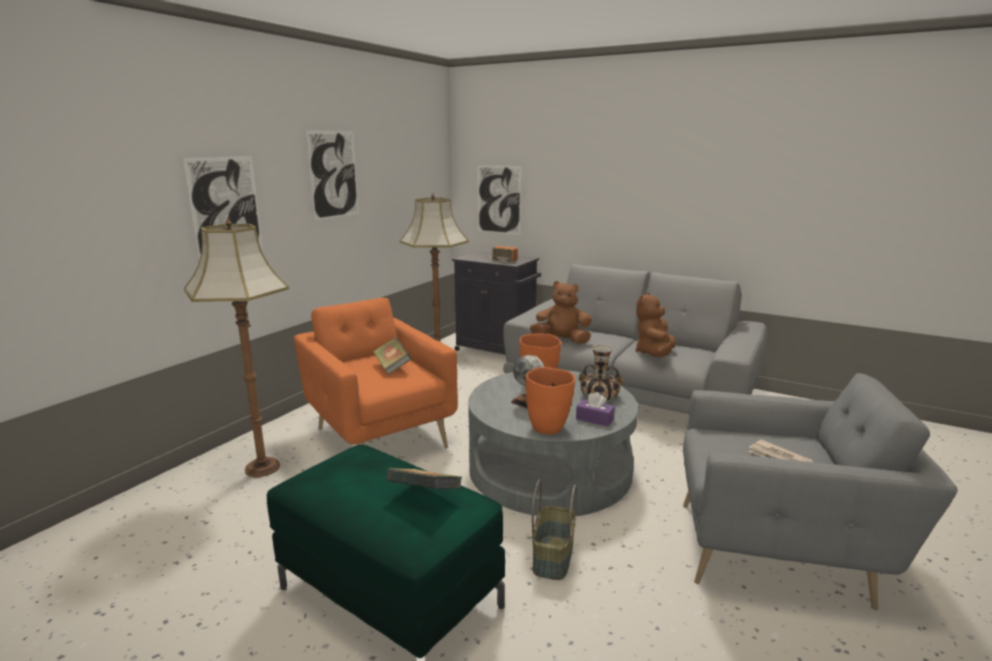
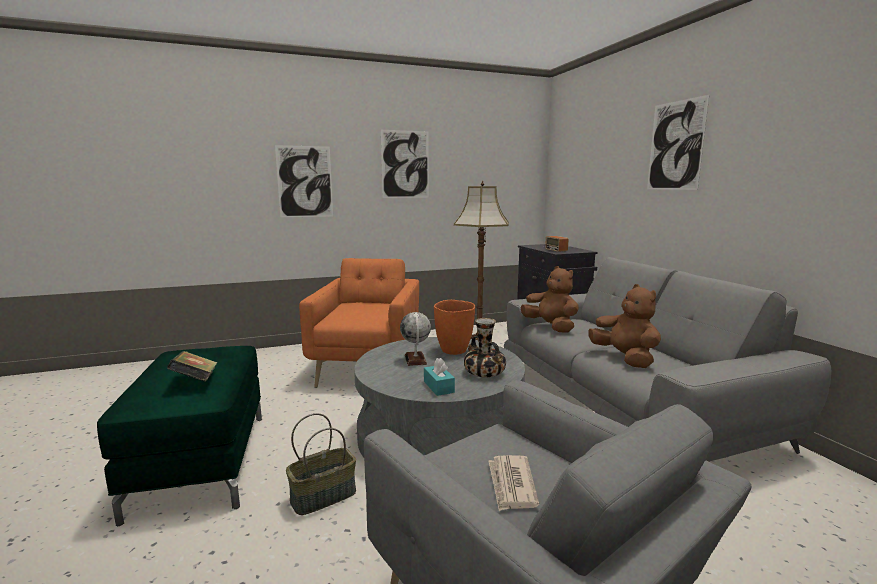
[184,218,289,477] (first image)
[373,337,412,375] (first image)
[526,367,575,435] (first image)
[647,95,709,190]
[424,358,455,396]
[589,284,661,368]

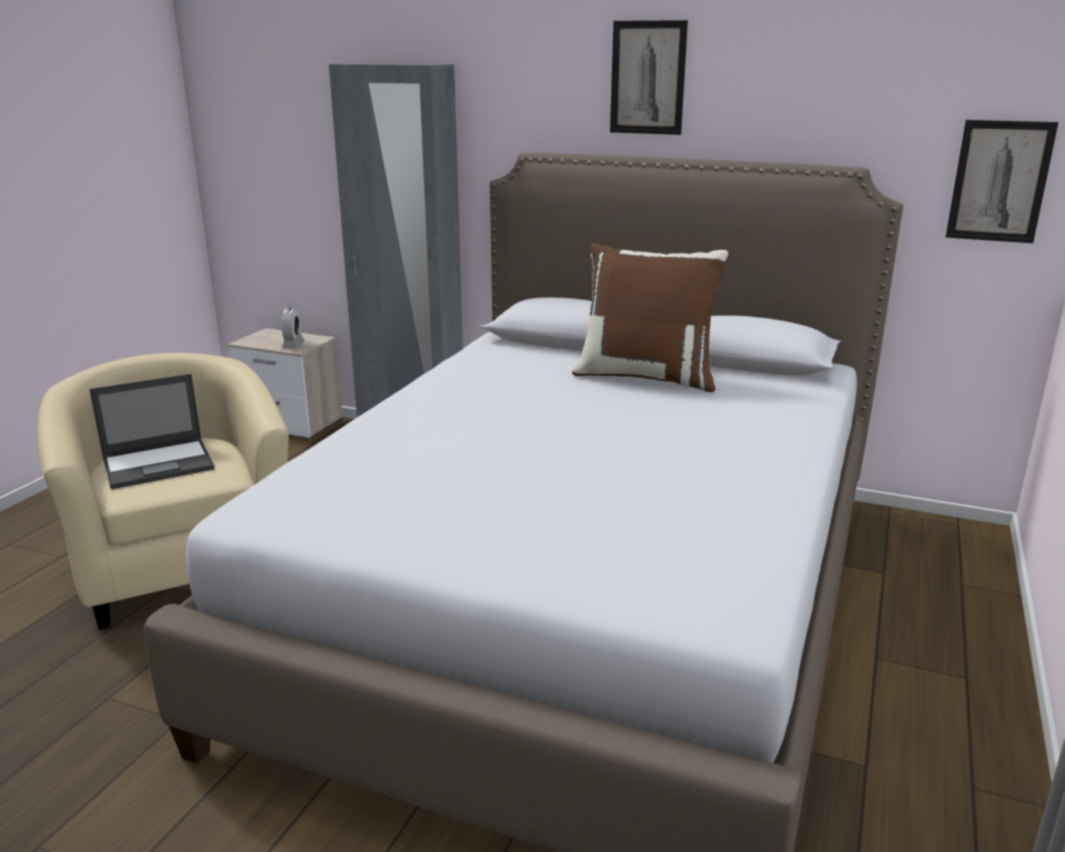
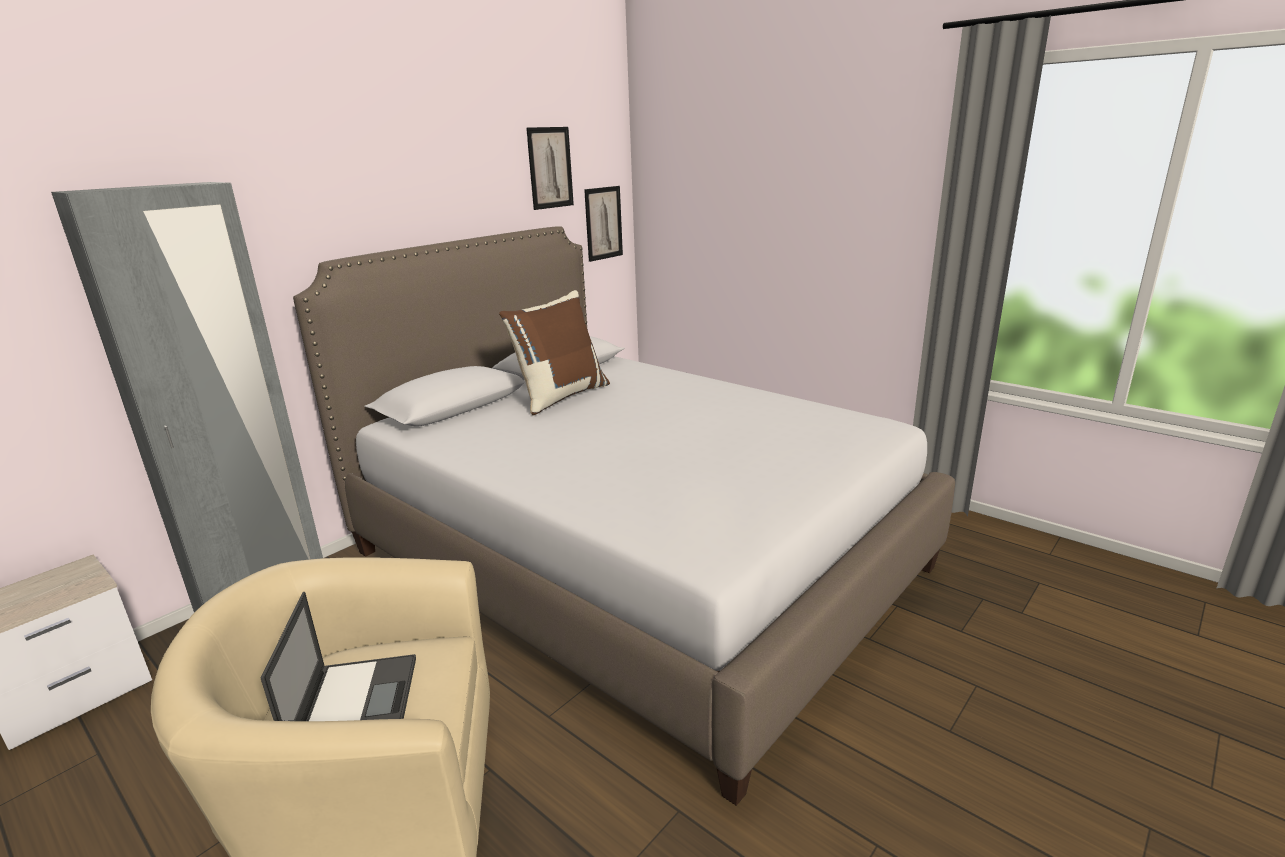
[282,308,304,348] (first image)
[526,127,574,210]

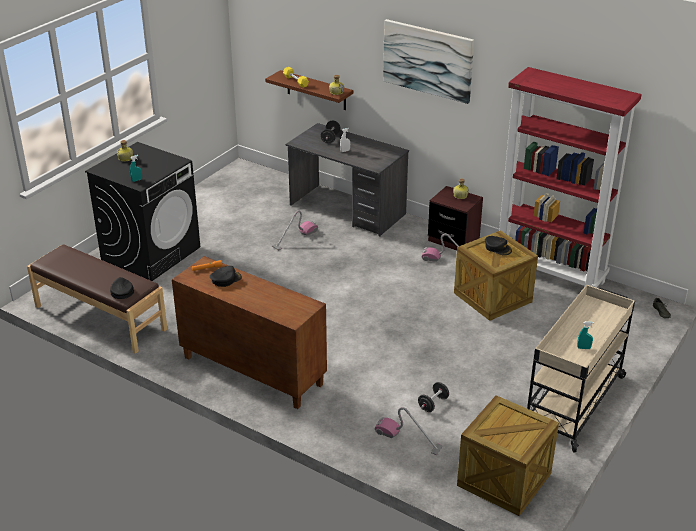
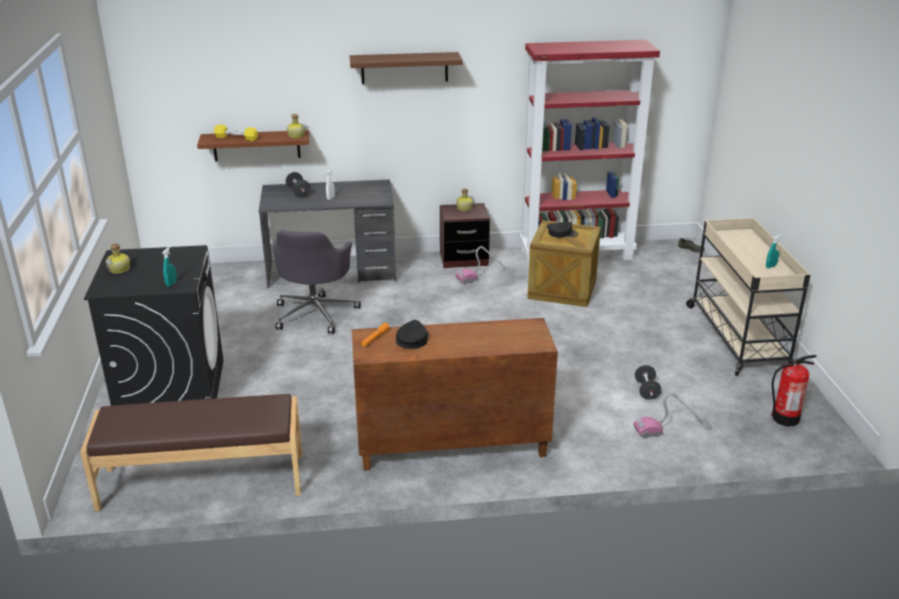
[110,277,134,299] (first image)
[272,230,361,334]
[350,52,463,84]
[771,355,817,427]

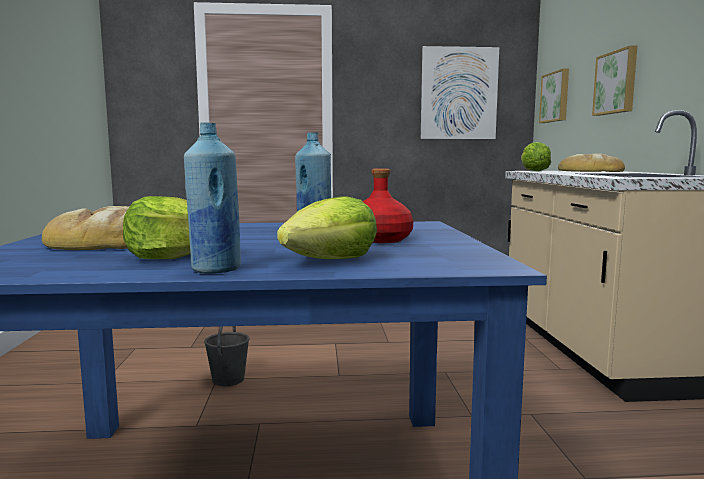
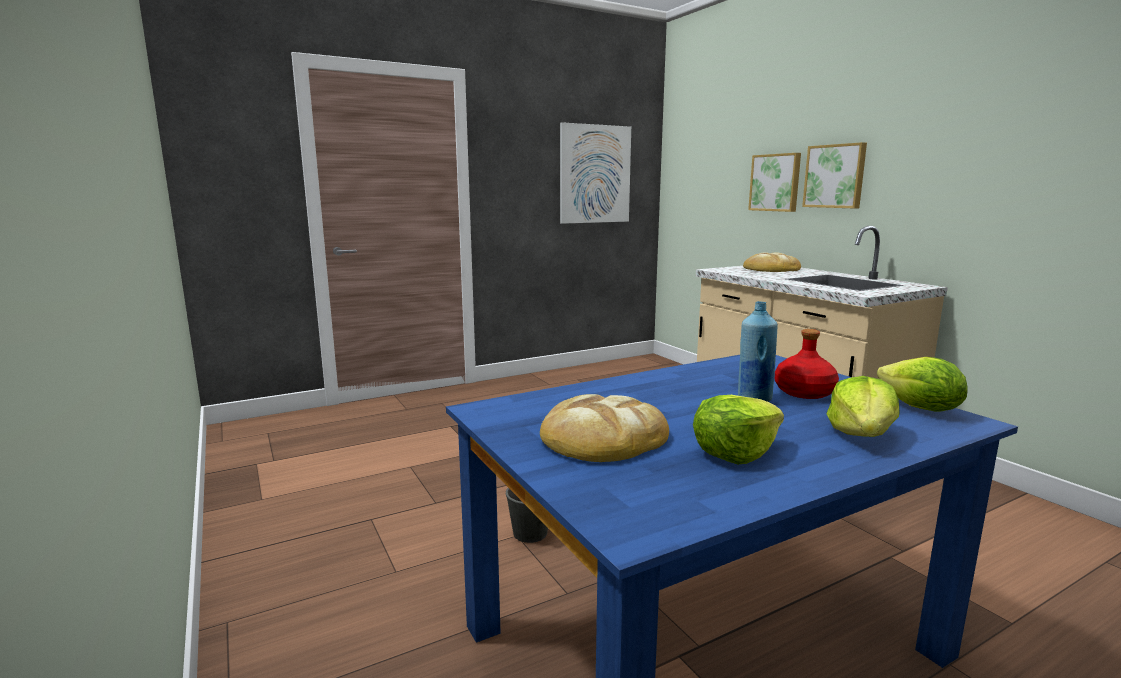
[184,122,241,274] (first image)
[877,357,968,411]
[802,142,867,208]

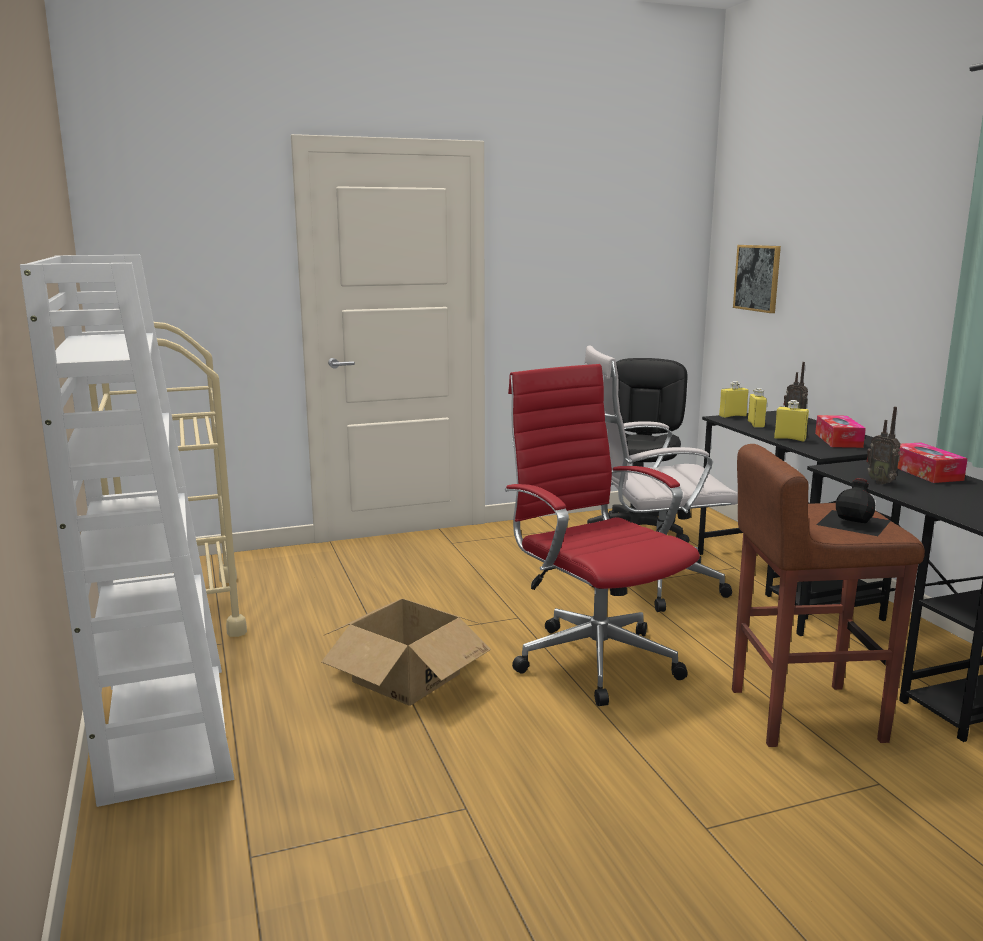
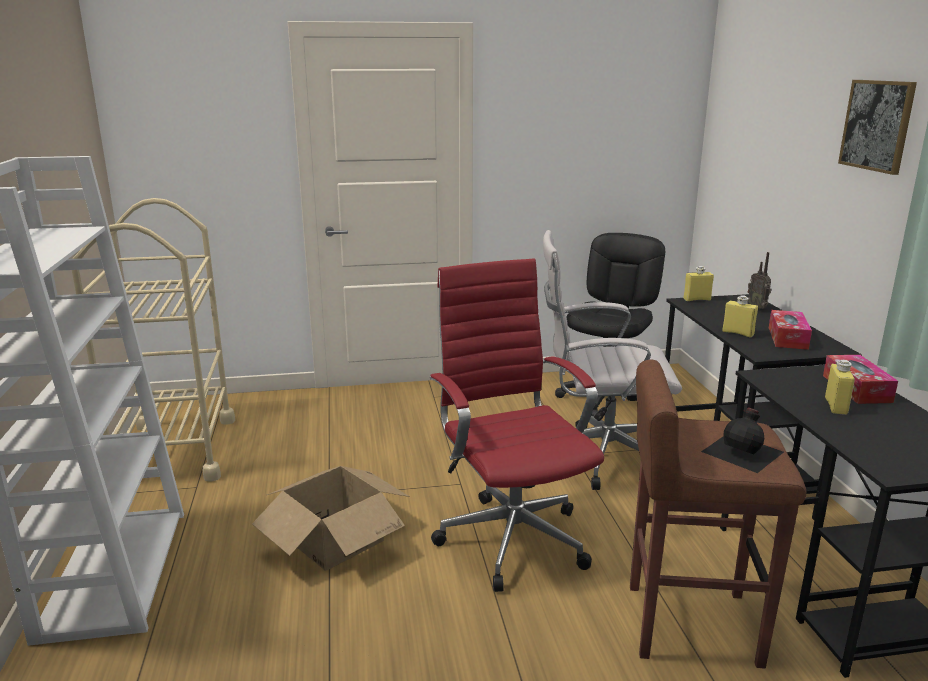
[866,407,900,484] (first image)
[838,80,917,175]
[825,360,855,415]

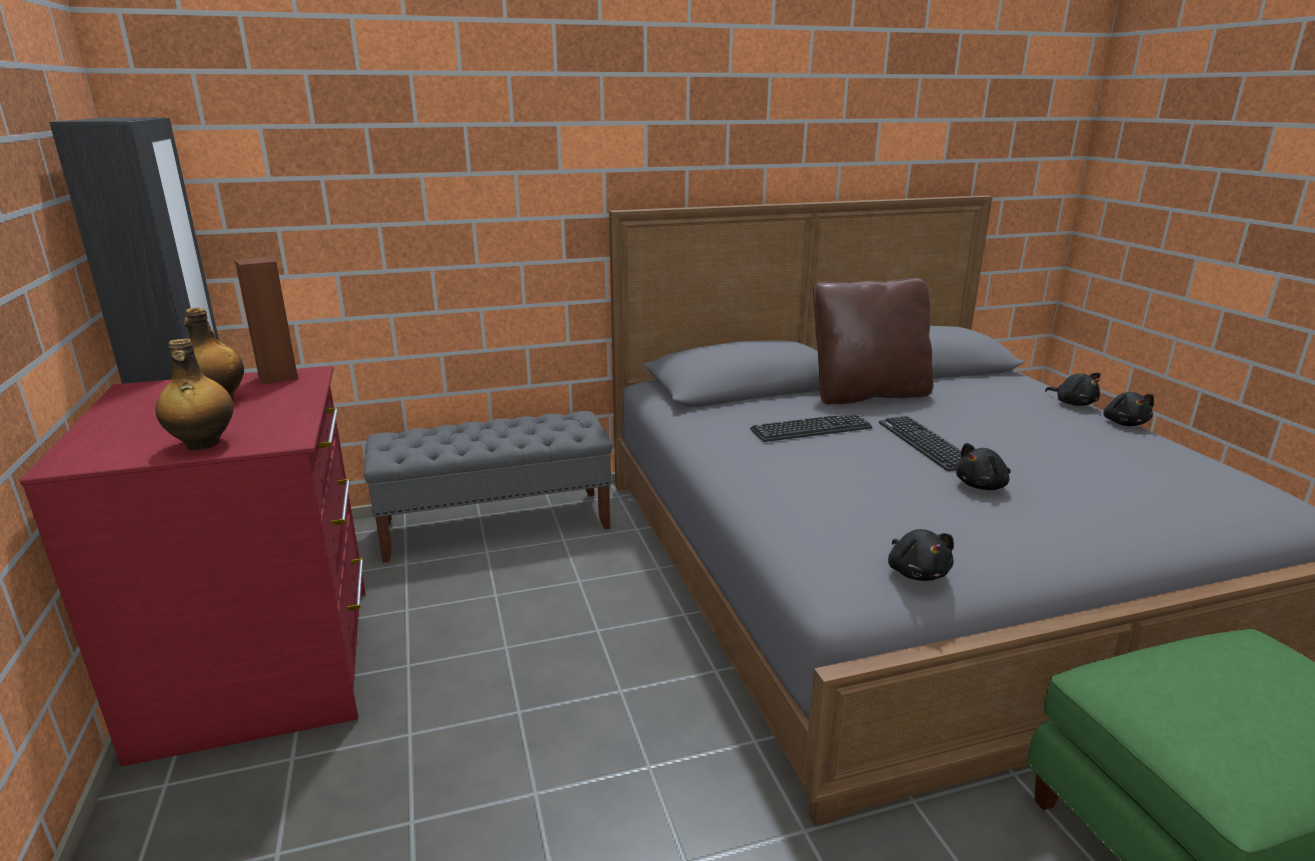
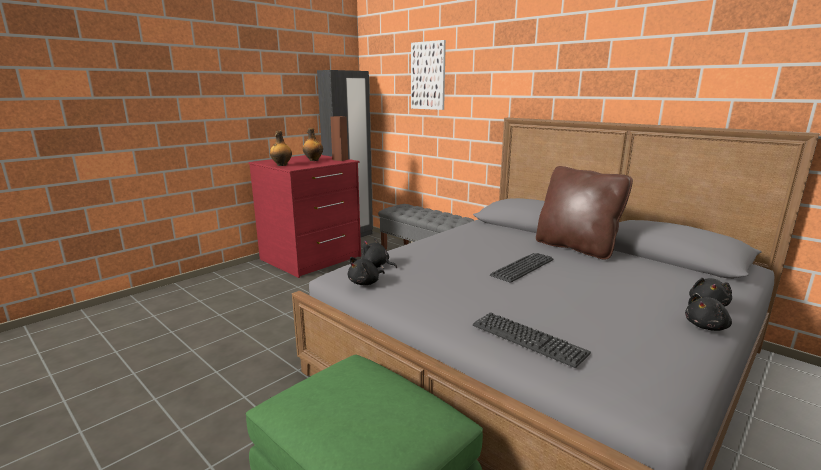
[411,40,446,110]
[473,312,591,368]
[361,238,397,269]

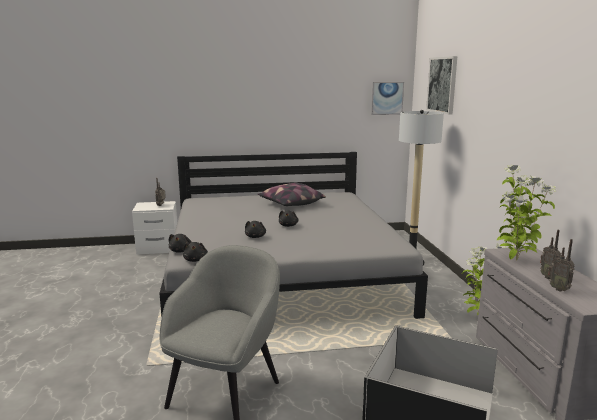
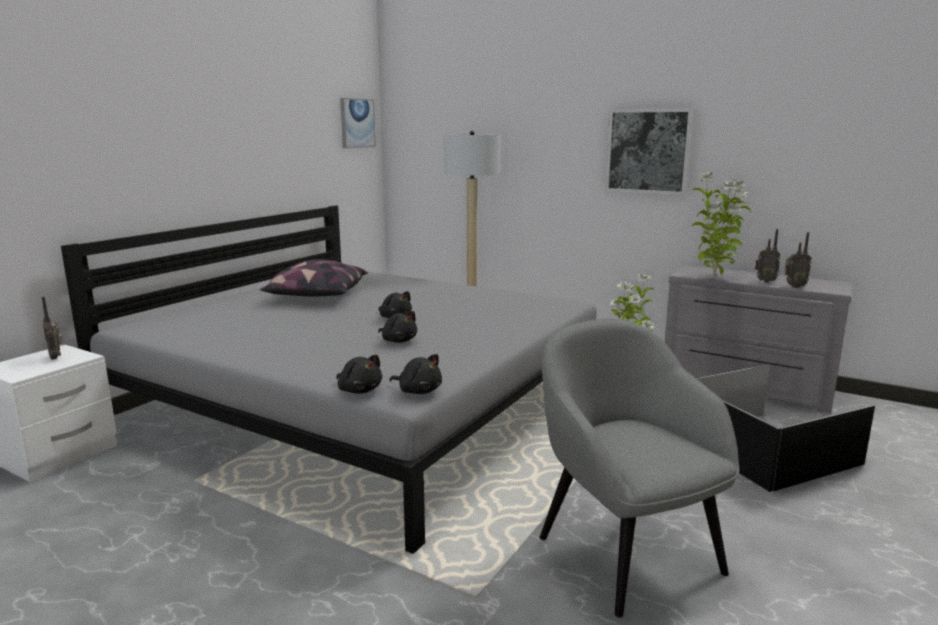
[605,109,693,195]

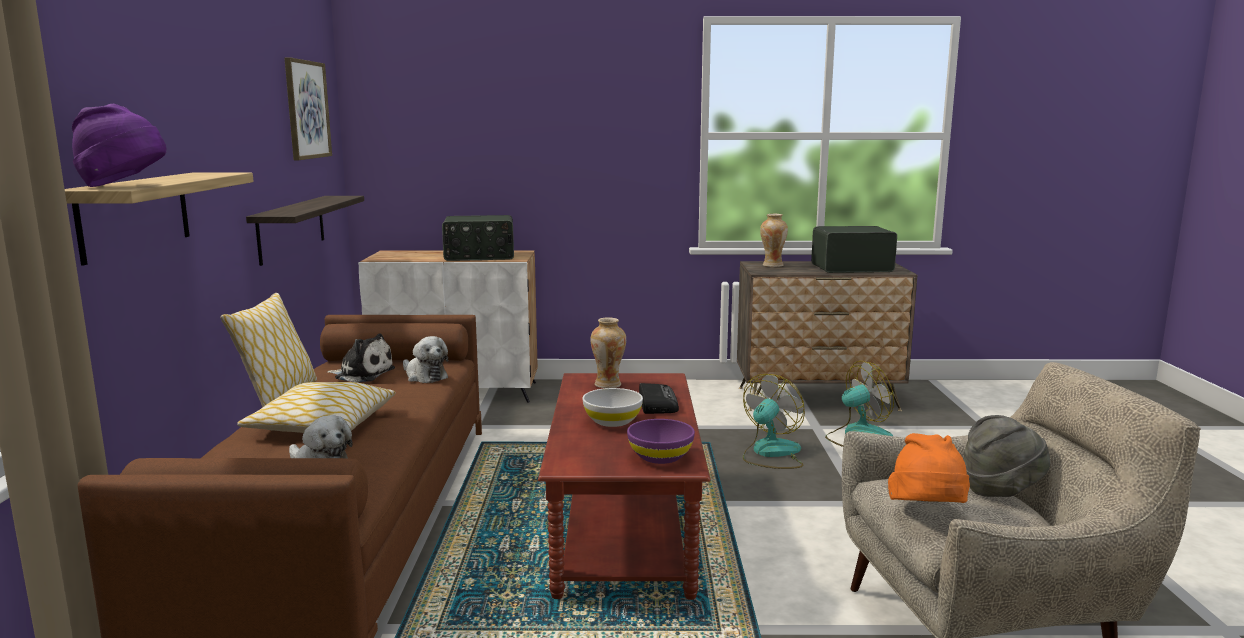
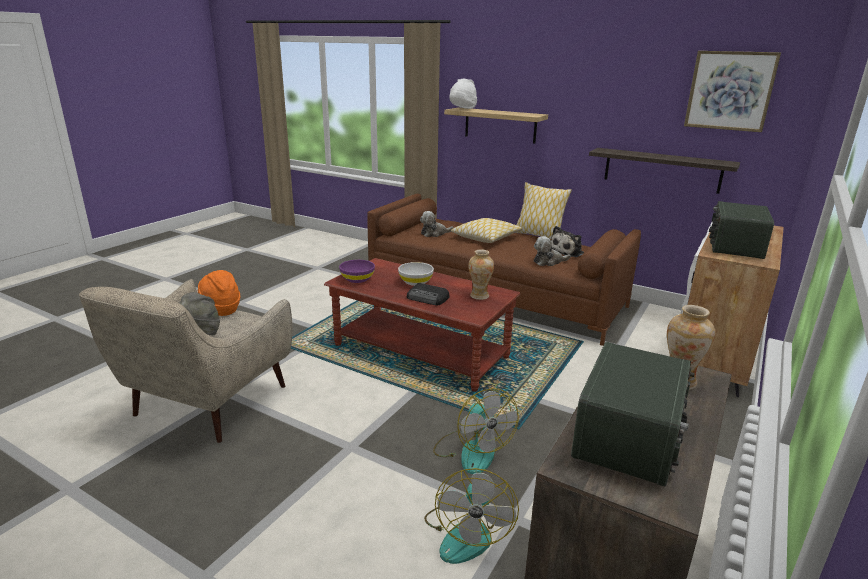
[449,78,477,109]

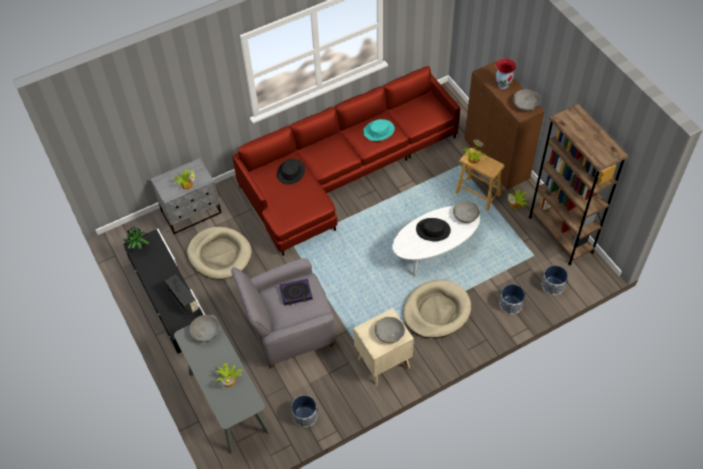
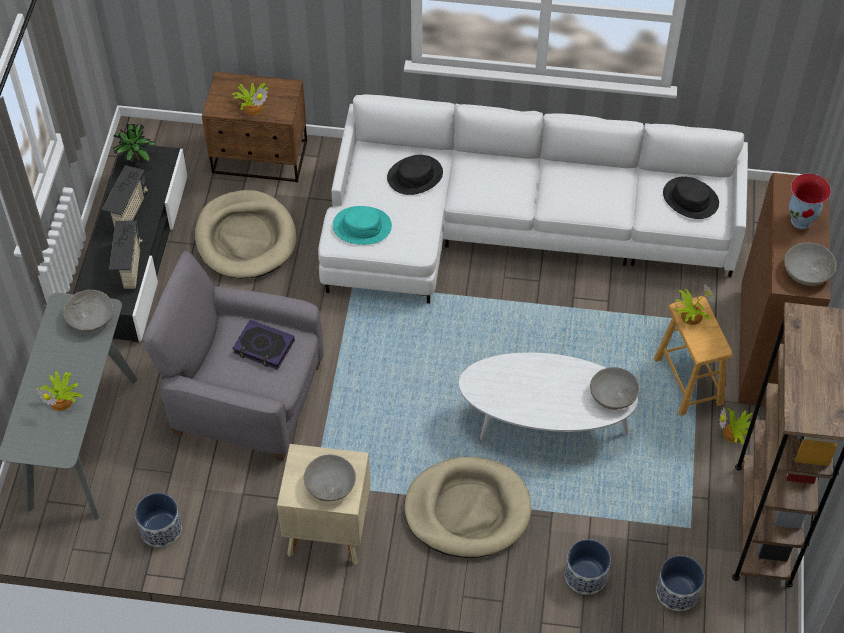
[102,165,149,232]
[333,206,392,245]
[663,176,719,219]
[202,72,307,183]
[318,94,748,303]

